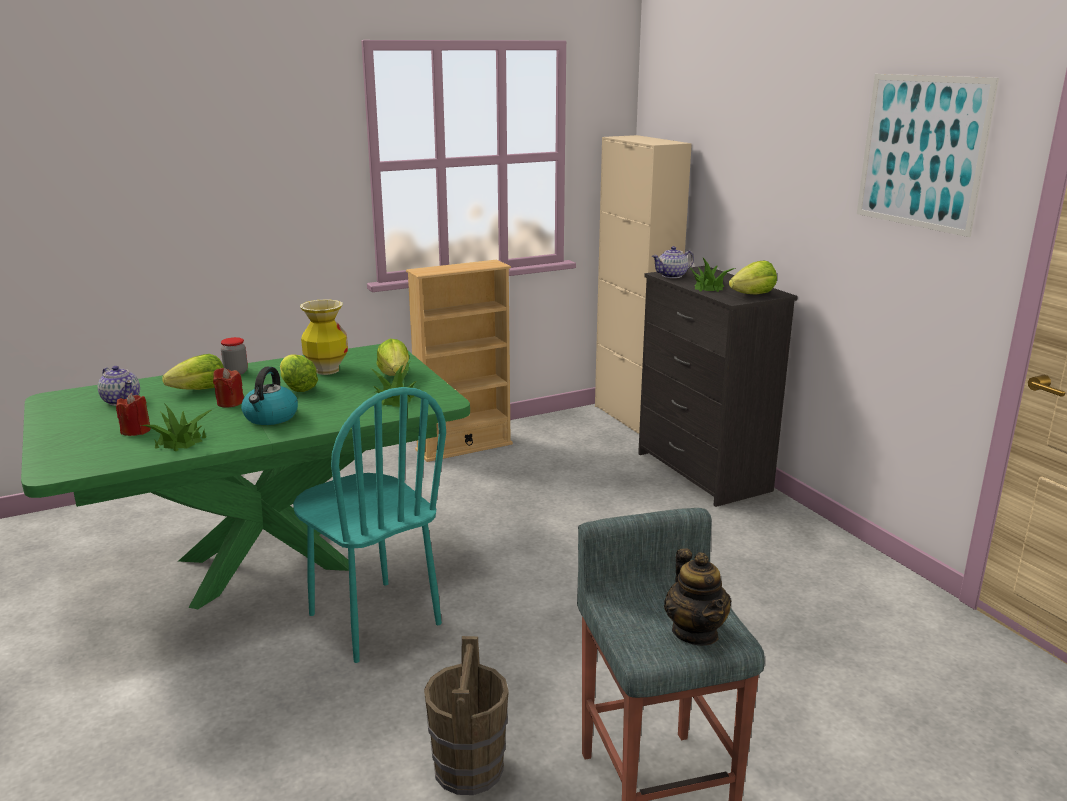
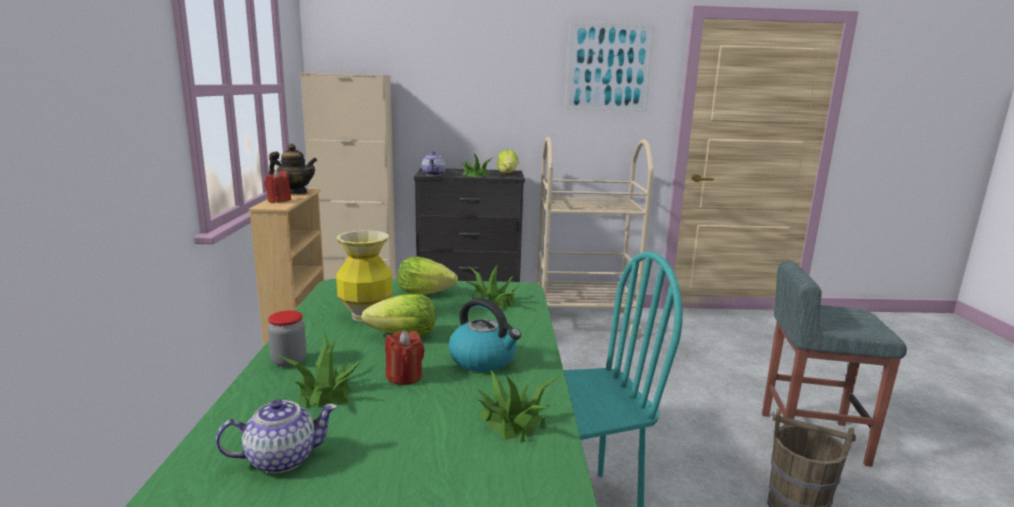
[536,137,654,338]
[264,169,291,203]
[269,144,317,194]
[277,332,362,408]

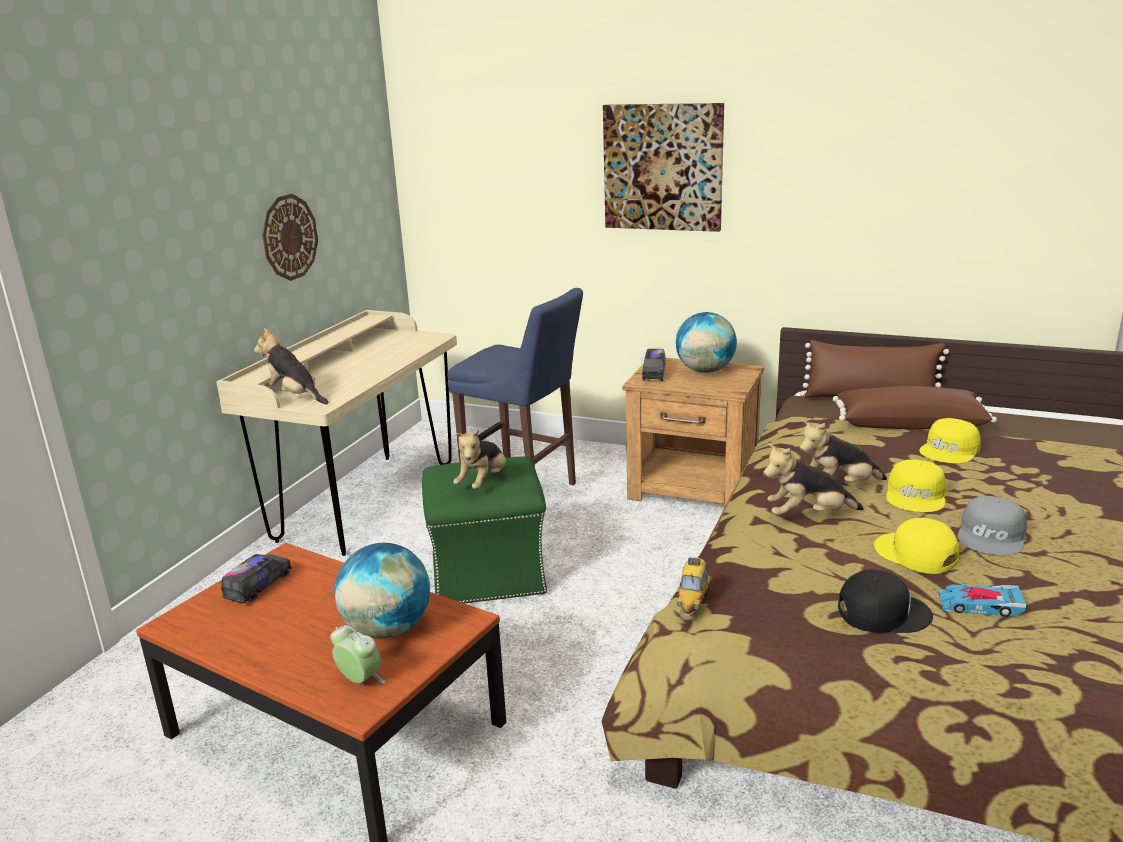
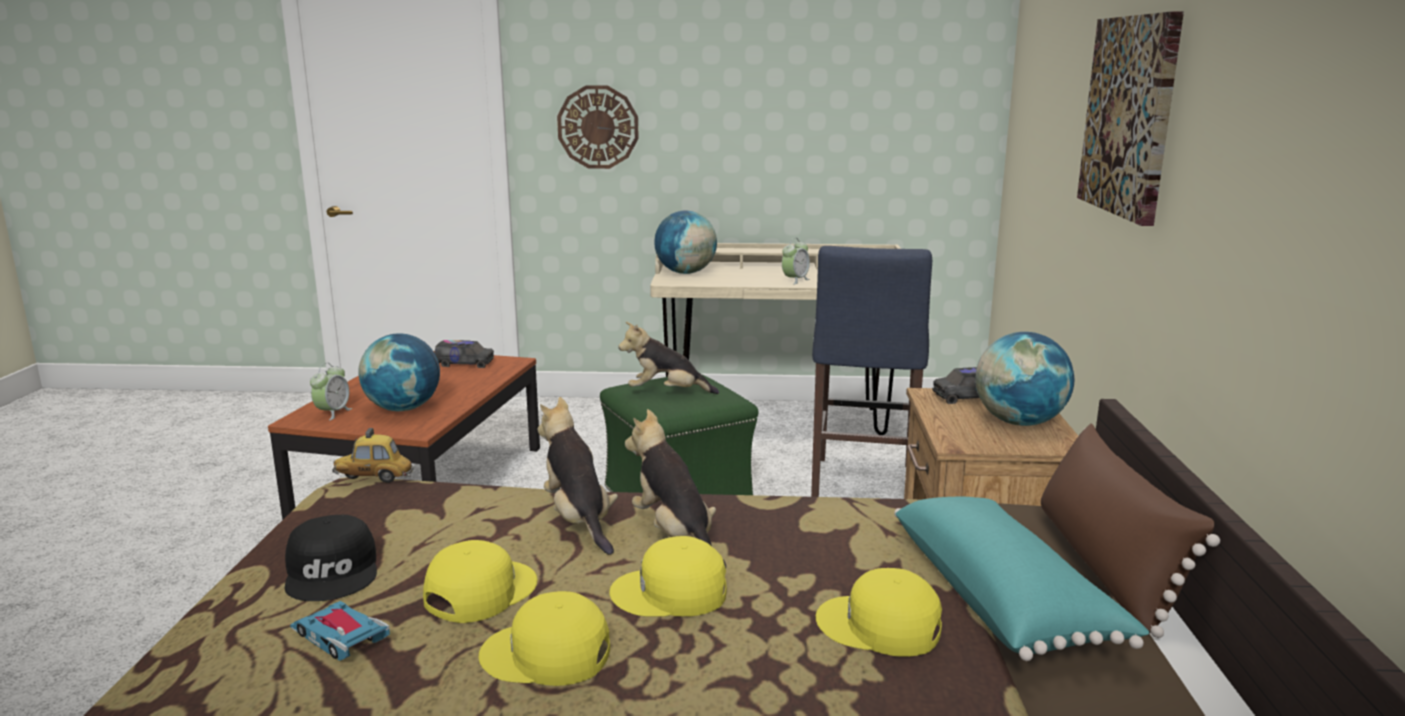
[782,238,810,284]
[557,85,639,169]
[654,211,717,274]
[894,497,1149,661]
[479,591,610,686]
[290,601,390,661]

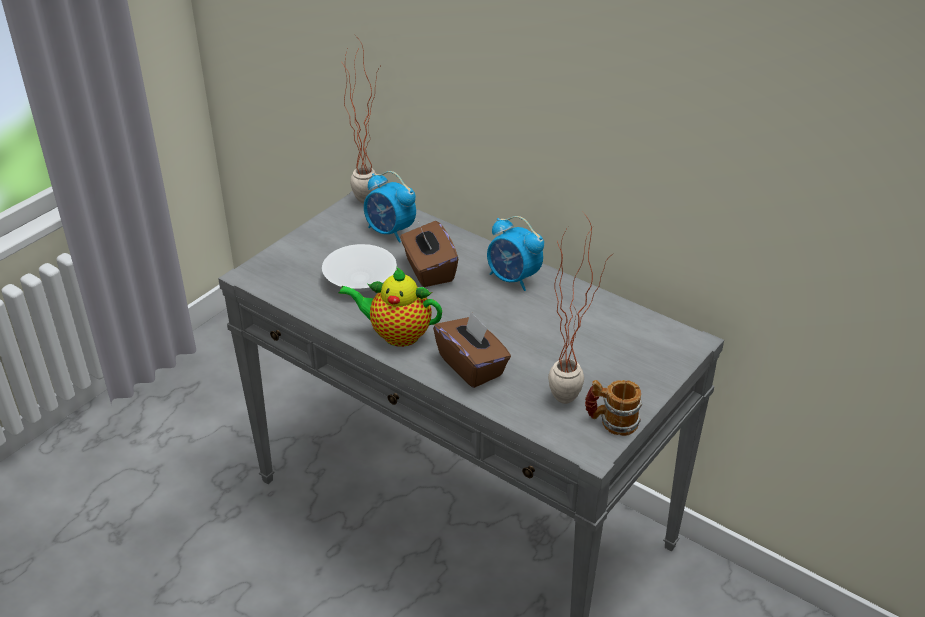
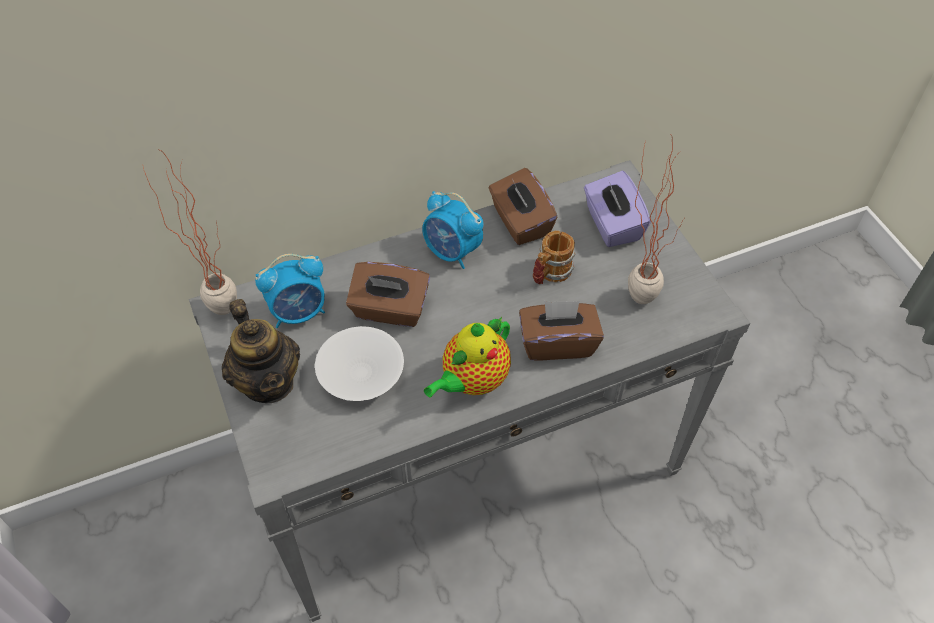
[222,299,300,403]
[489,168,557,245]
[584,171,651,247]
[533,230,576,284]
[422,191,484,269]

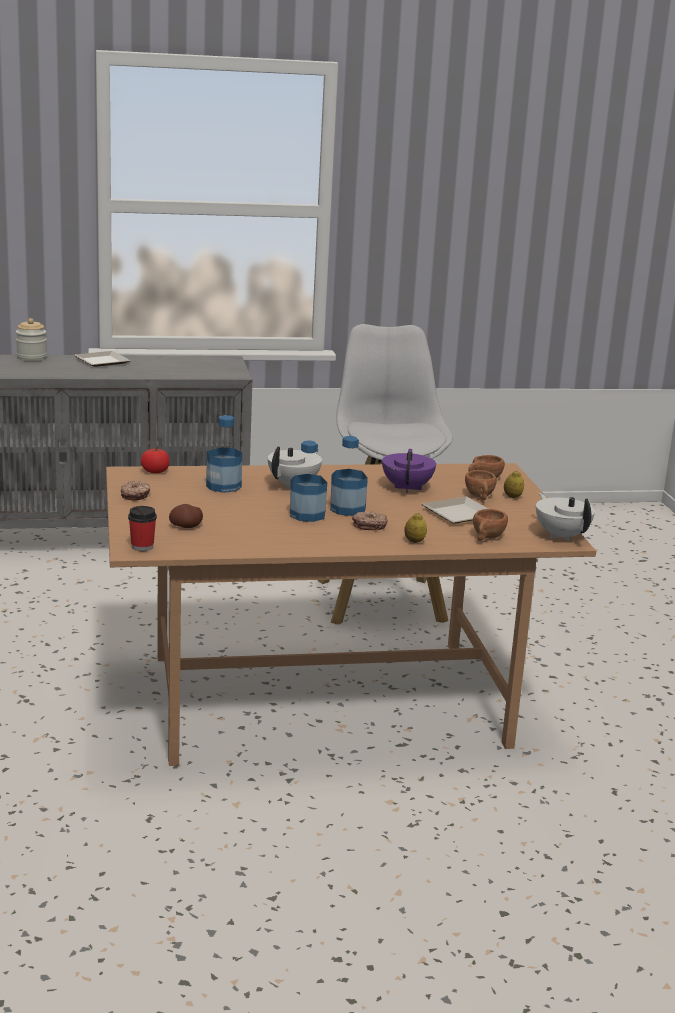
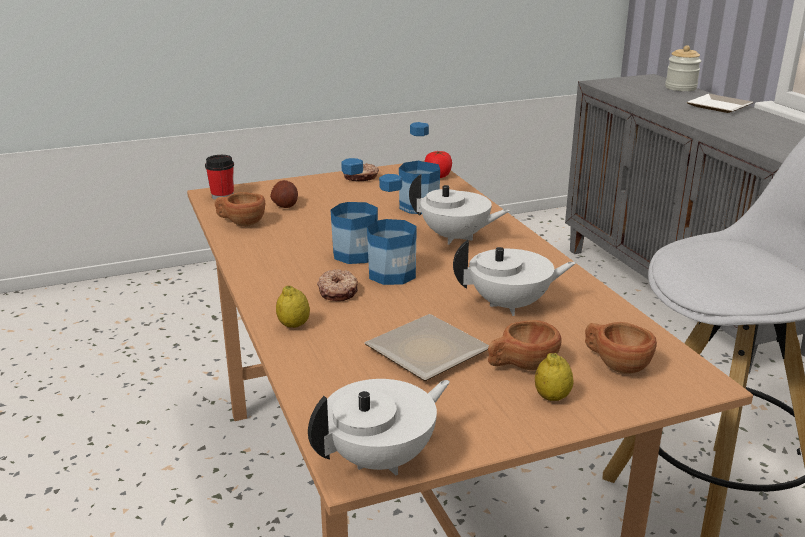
[215,192,265,226]
[453,240,576,316]

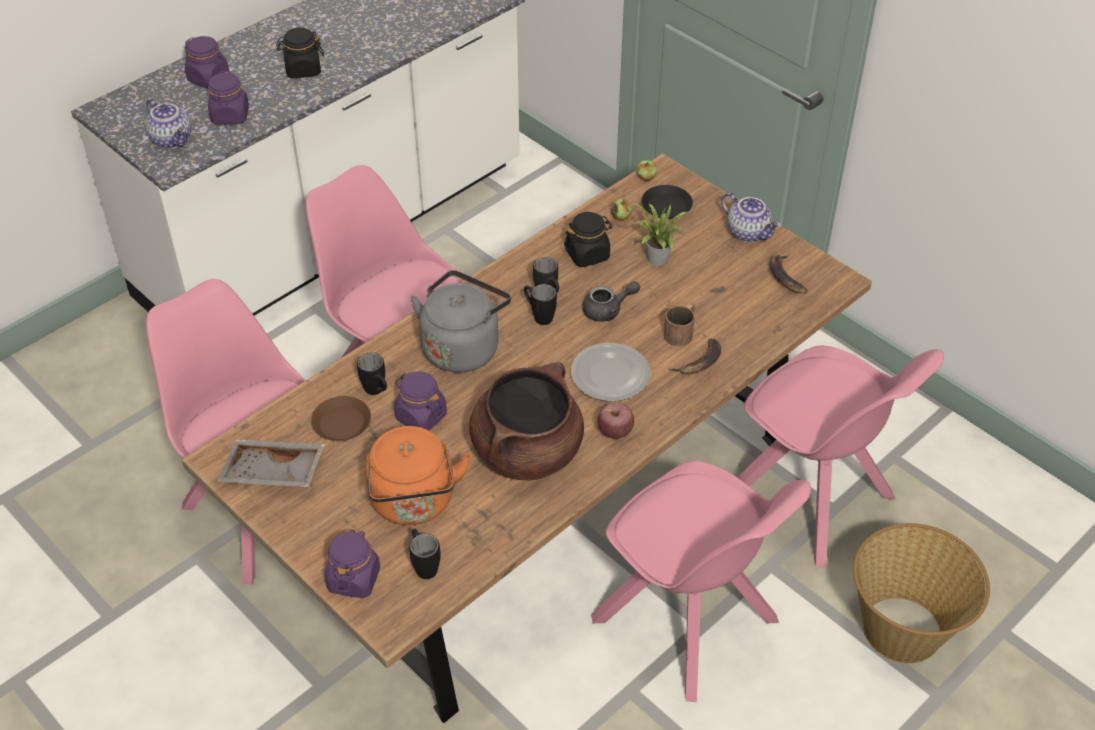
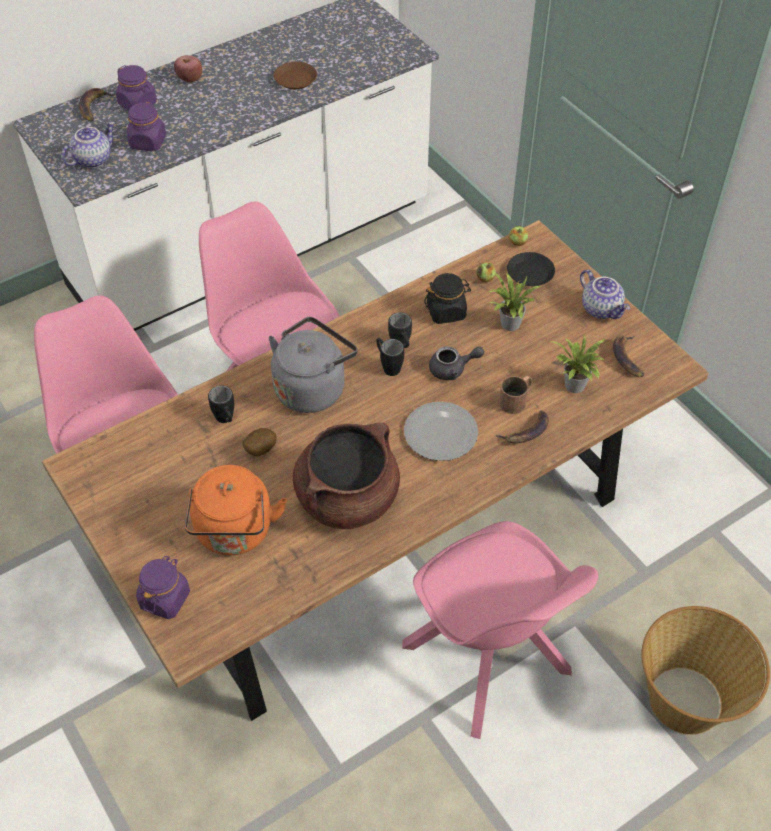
[217,440,325,487] (first image)
[276,28,324,78] (first image)
[409,529,441,579] (first image)
[737,346,944,568] (first image)
[79,88,115,122]
[551,334,605,393]
[274,62,317,89]
[174,55,202,82]
[243,428,277,456]
[61,122,115,168]

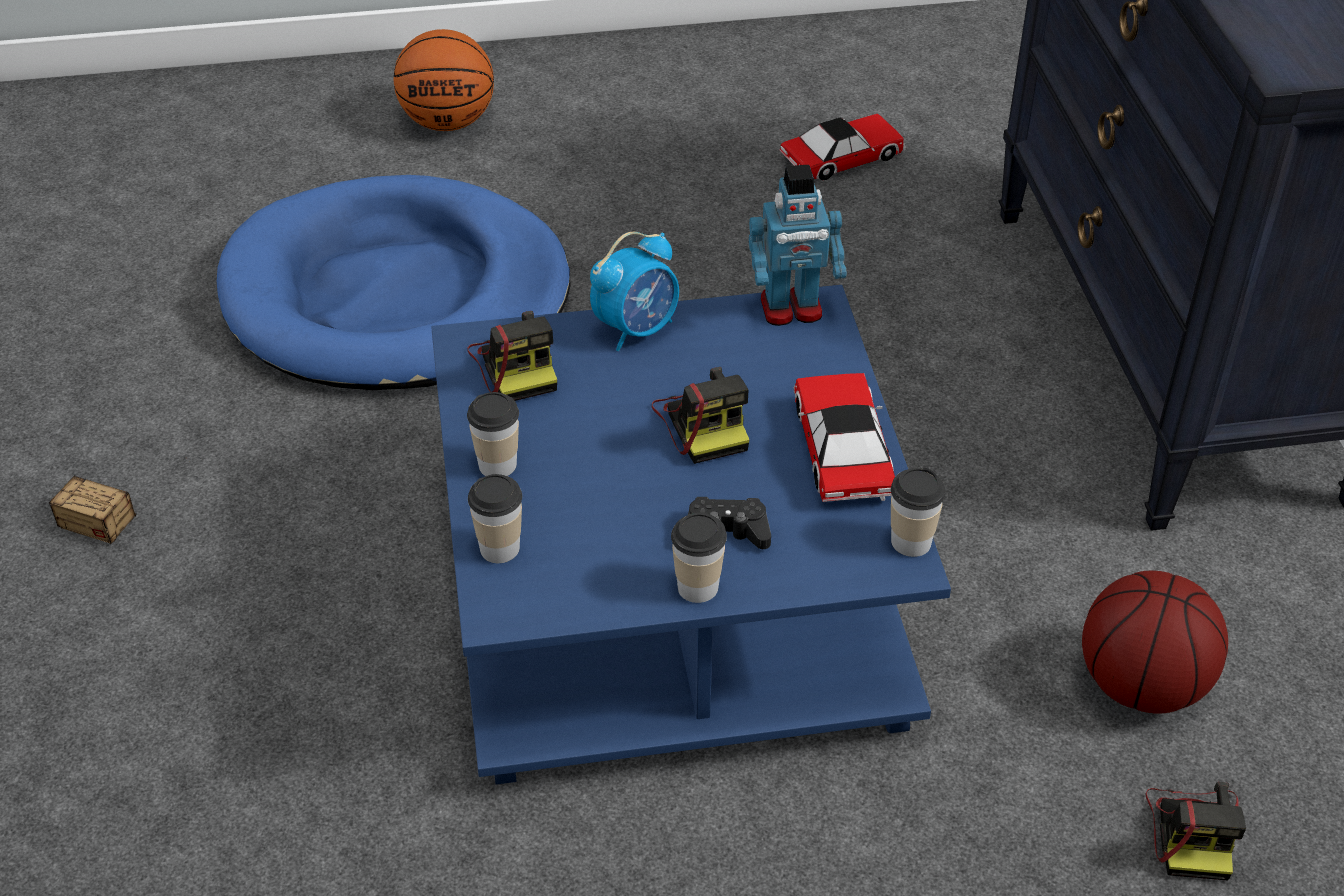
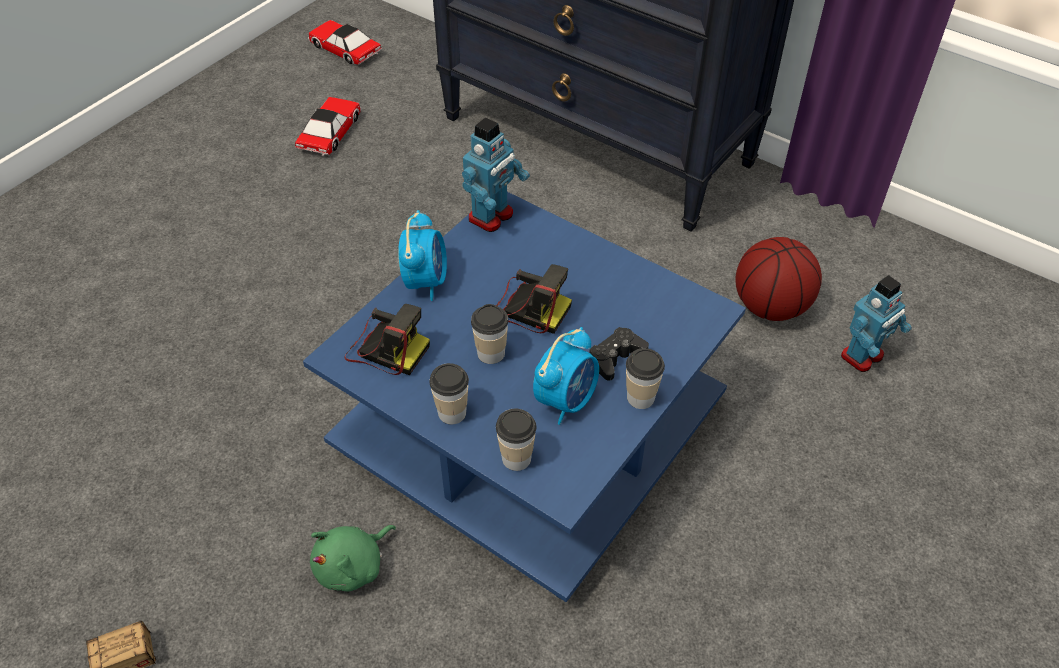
[217,175,570,390] (first image)
[394,29,494,131] (first image)
[310,525,396,591]
[533,327,599,425]
[308,20,382,65]
[471,304,508,364]
[841,275,912,372]

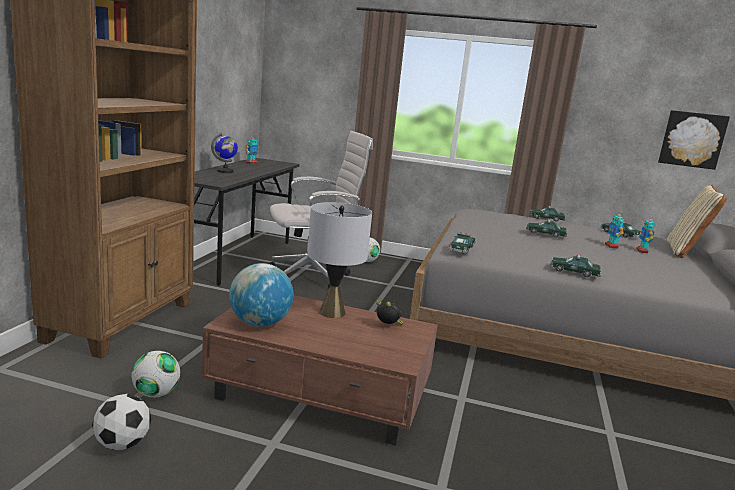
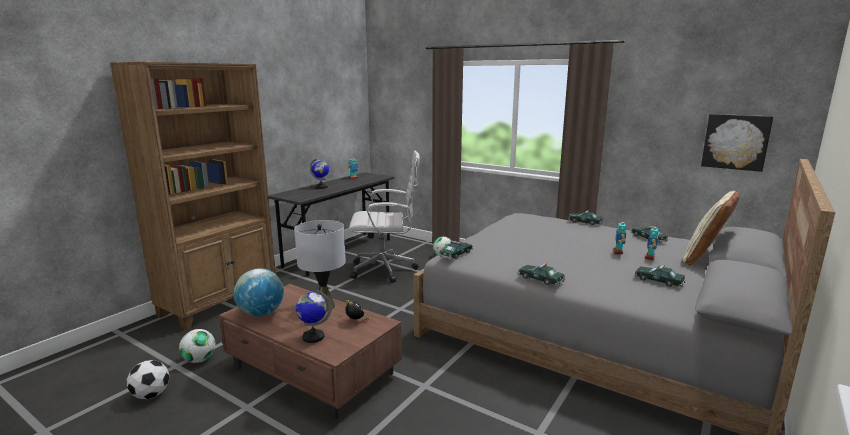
[296,290,332,343]
[634,264,685,287]

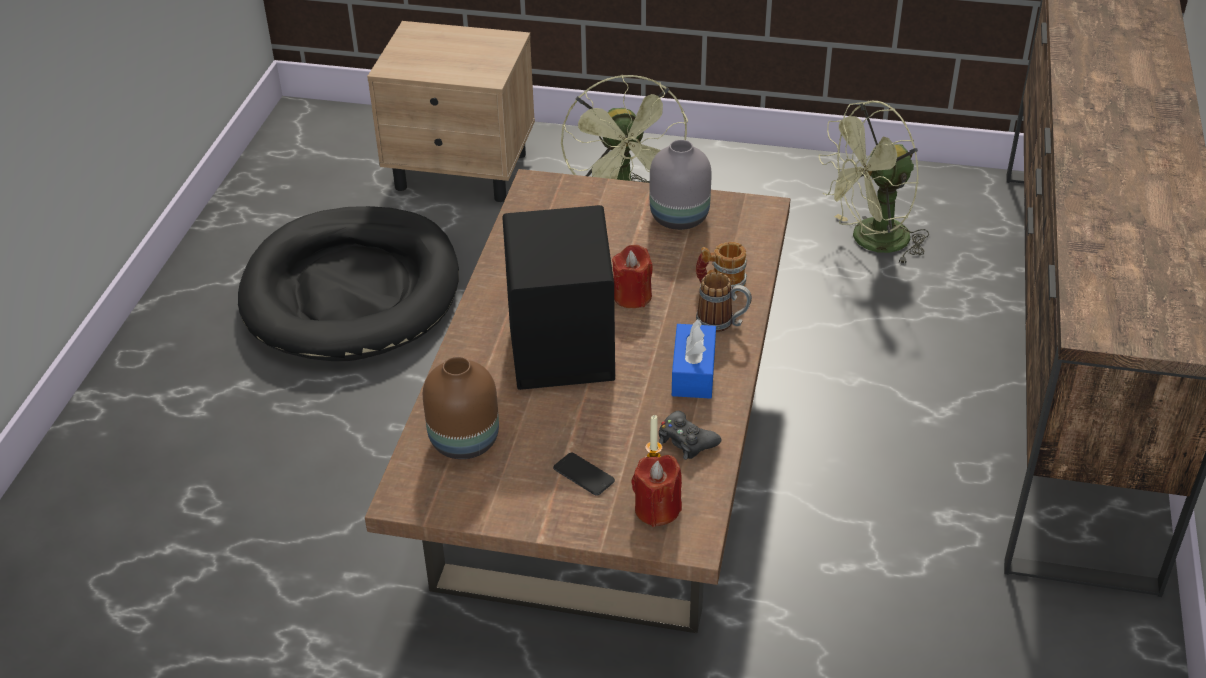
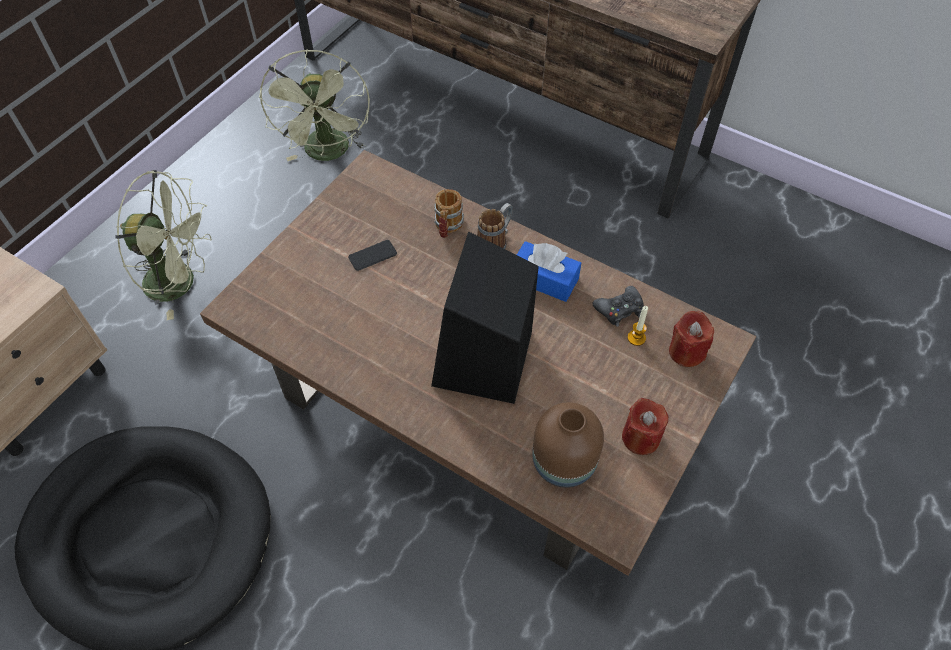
[650,140,712,230] (first image)
[348,240,397,271]
[622,398,668,455]

